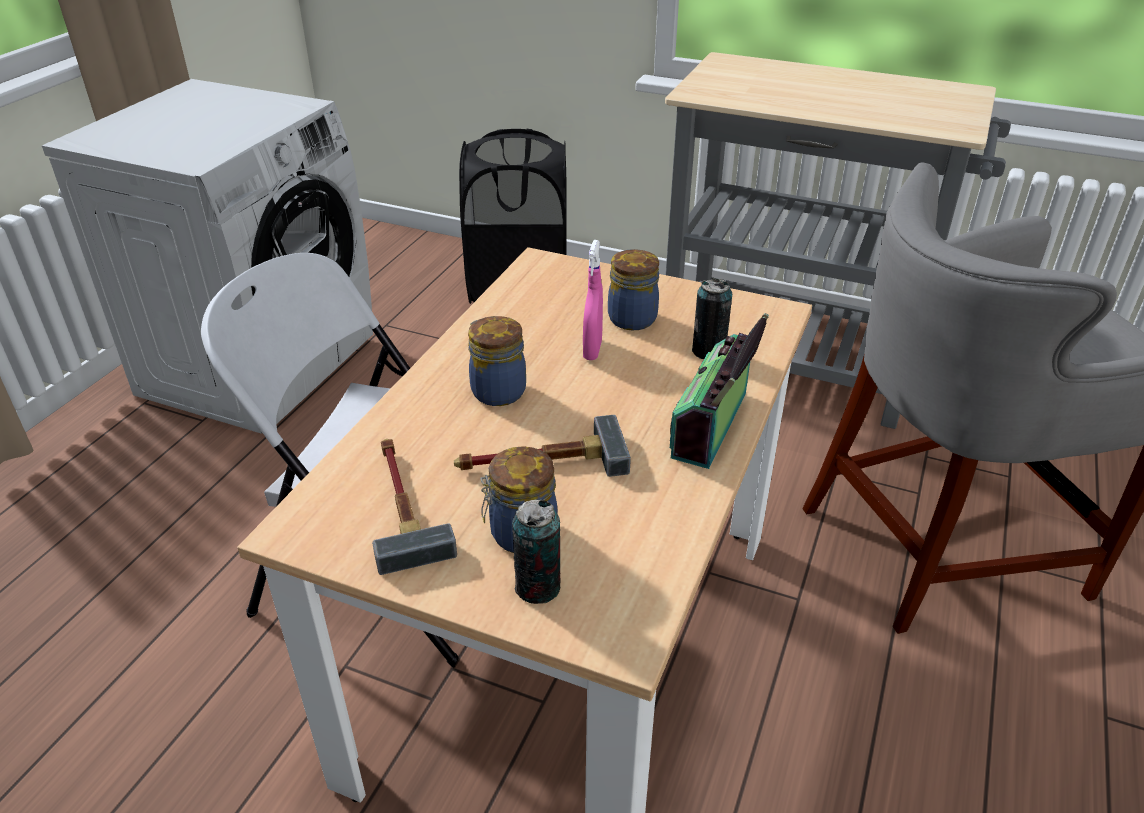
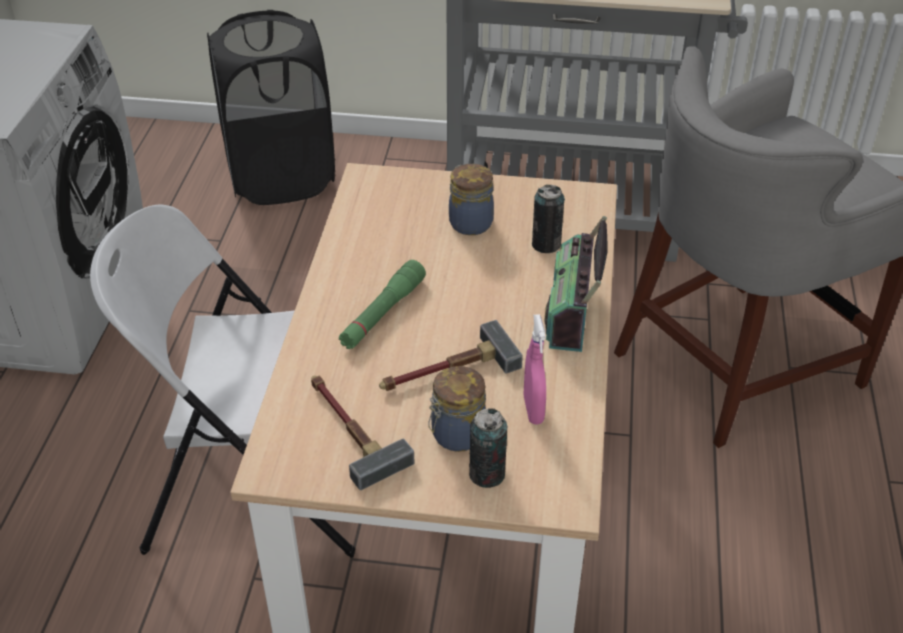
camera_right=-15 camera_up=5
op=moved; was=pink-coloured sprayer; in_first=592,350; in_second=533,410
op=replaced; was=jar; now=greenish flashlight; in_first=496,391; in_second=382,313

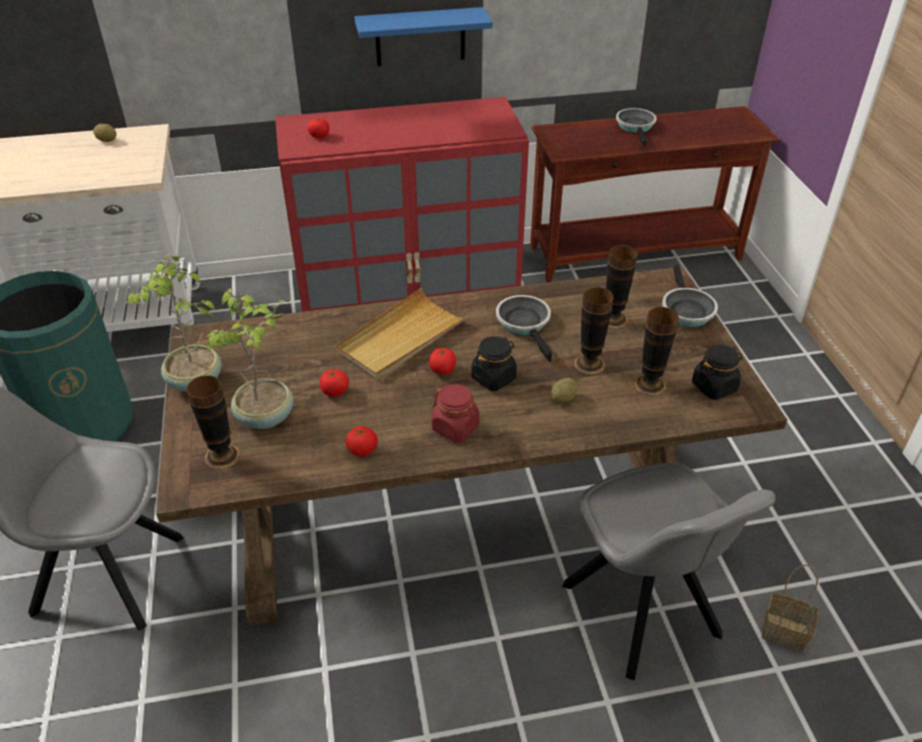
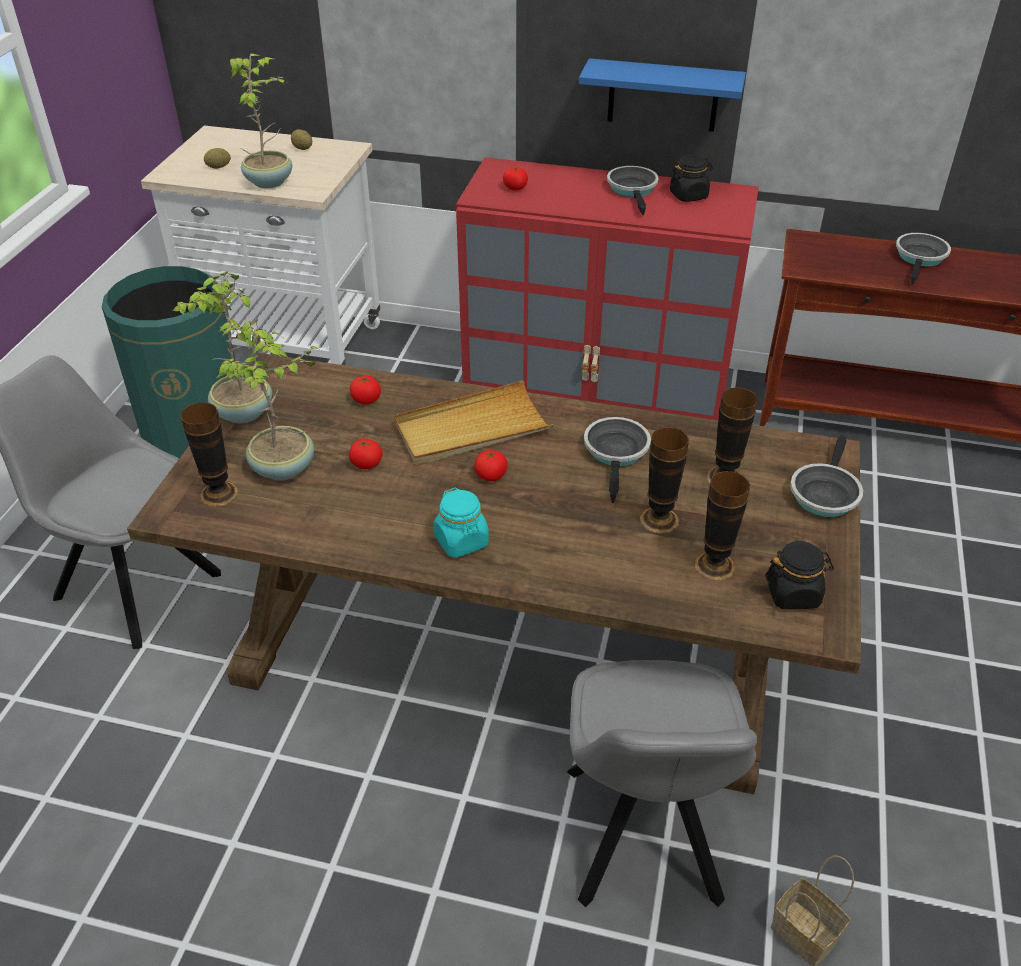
camera_right=25 camera_up=0
op=added; now=houseplant; in_second=270,181
op=added; now=pan; in_second=633,190
op=moved; was=fresh tomato; in_first=362,450; in_second=366,400
op=moved; was=black jar; in_first=493,378; in_second=689,195
op=moved; was=spud; in_first=563,398; in_second=218,167
op=recoloured; was=reddish jar; now=turquoise-coloured jar; in_first=455,428; in_second=461,541

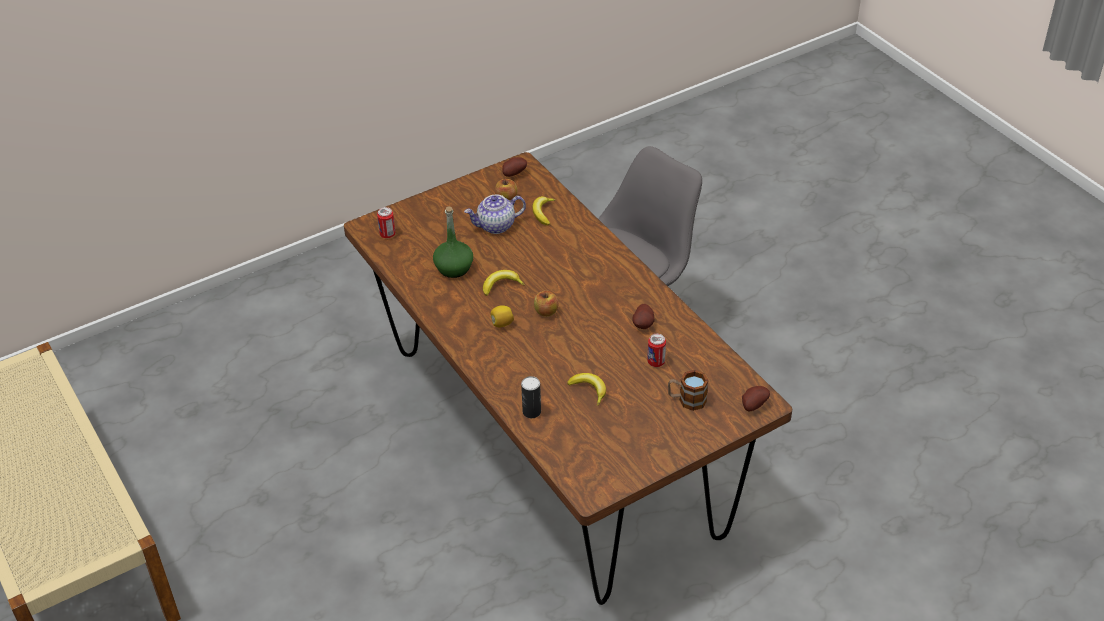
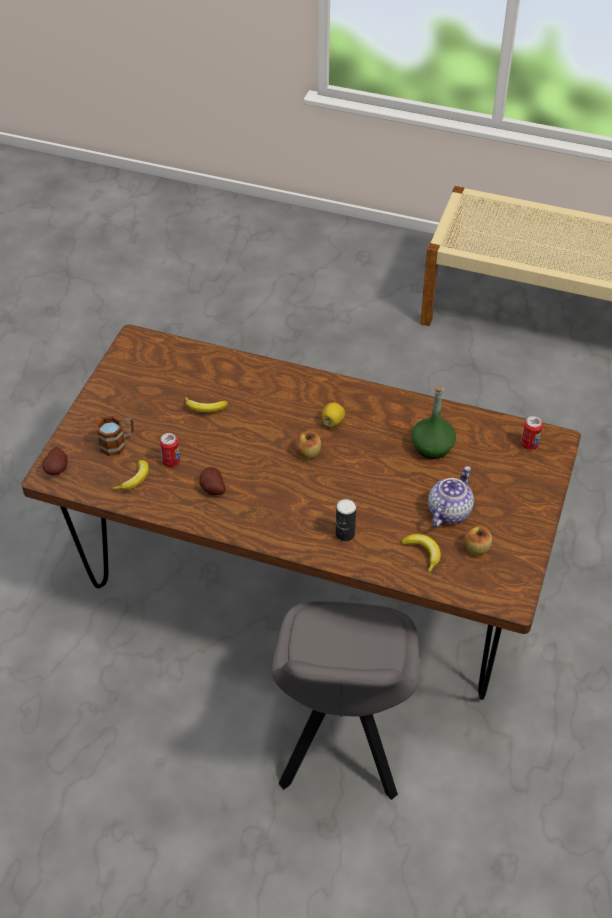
camera_right=140 camera_up=5
op=removed; was=spud; in_first=513,173
op=moved; was=banana; in_first=501,285; in_second=135,480
op=moved; was=can; in_first=531,412; in_second=345,534

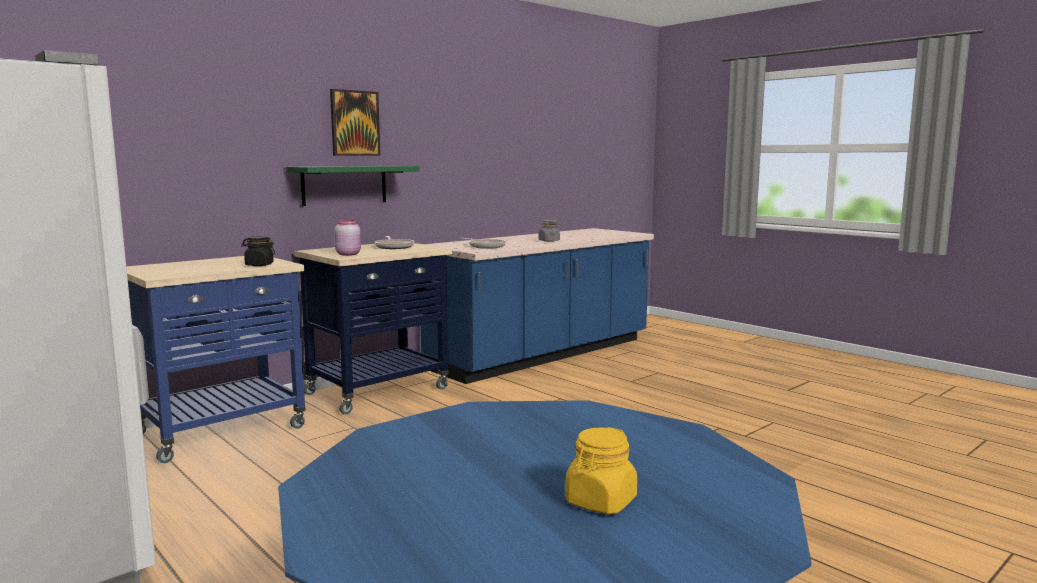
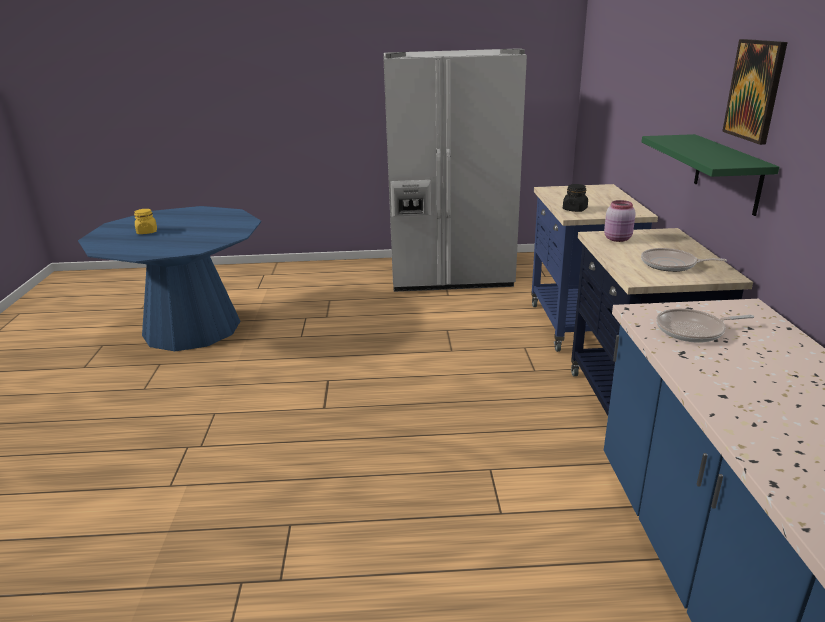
camera_right=130 camera_up=15
op=removed; was=greyish jar; in_first=549,241

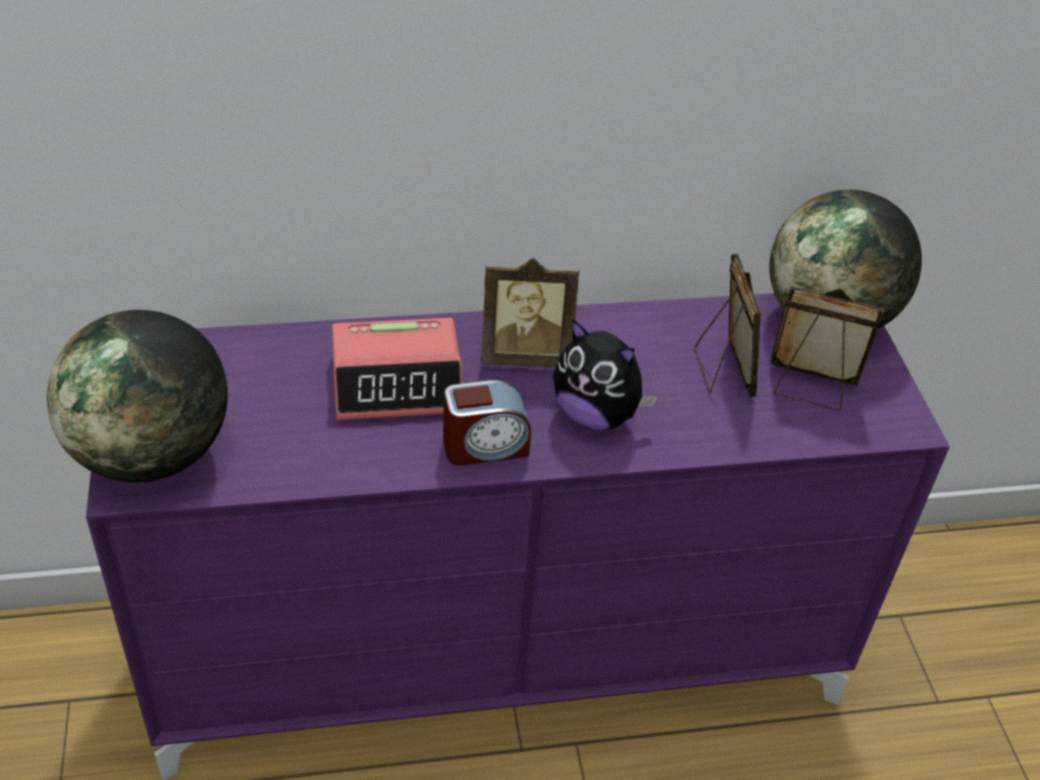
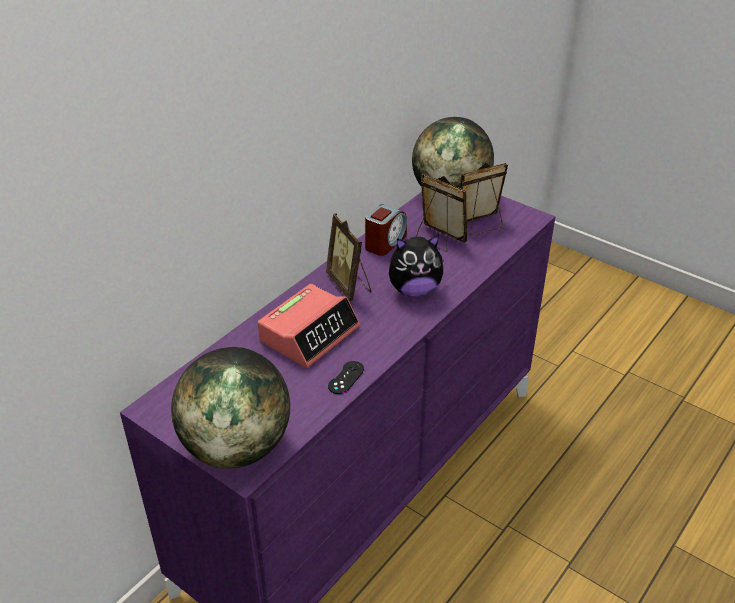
camera_right=-40 camera_up=-5
op=added; now=black joypad; in_second=346,377
op=moved; was=alarm clock; in_first=485,446; in_second=385,243
op=turned; was=standing frame; in_first=525,355; in_second=349,285; clockwise=105

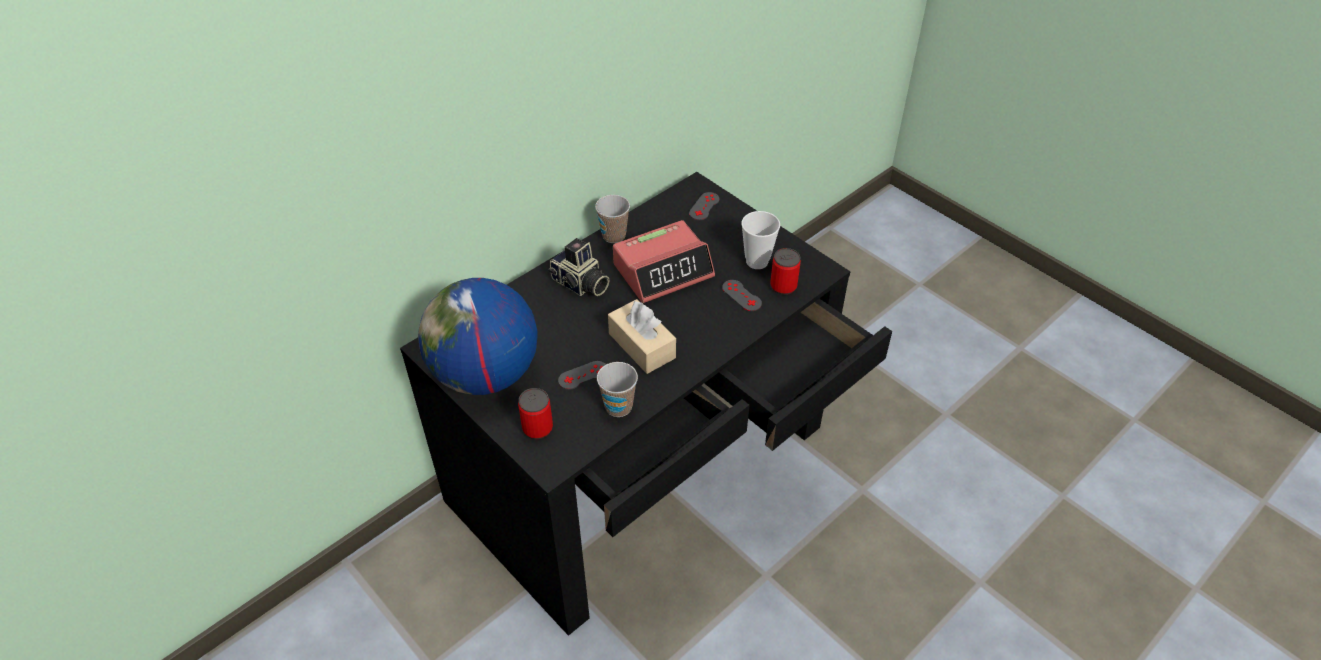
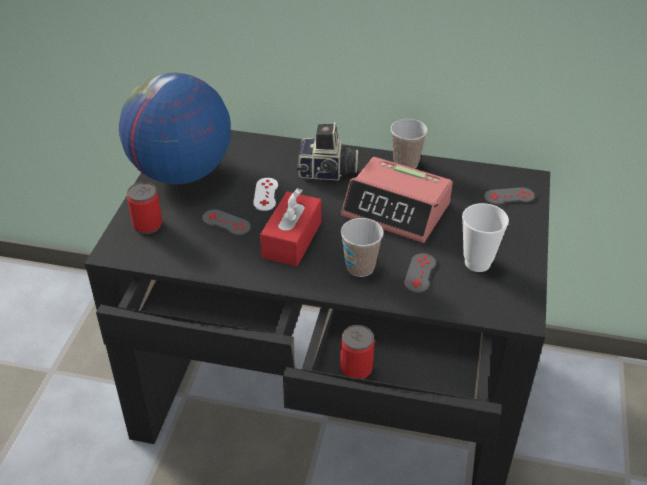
camera_right=55 camera_up=-5
op=added; now=white joypad; in_second=265,194
op=moved; was=drinking cup; in_first=618,407; in_second=360,267
op=moved; was=can; in_first=783,286; in_second=356,369
op=recoloured; was=beige tissue holder; now=reddish tissue holder; in_first=642,346; in_second=292,239
op=turned; was=photo camera; in_first=580,284; in_second=327,172; clockwise=-90

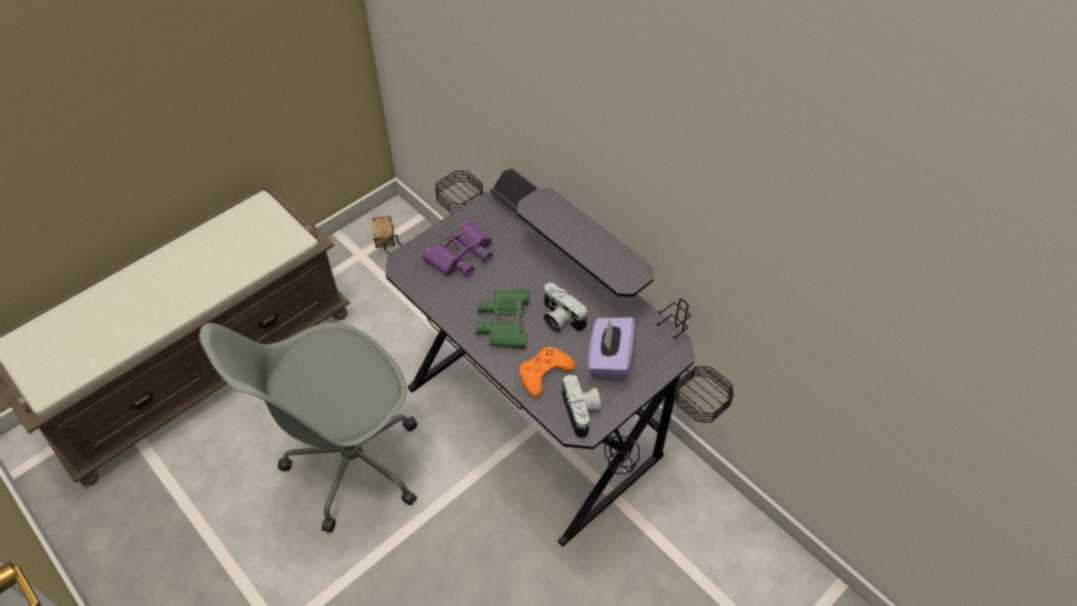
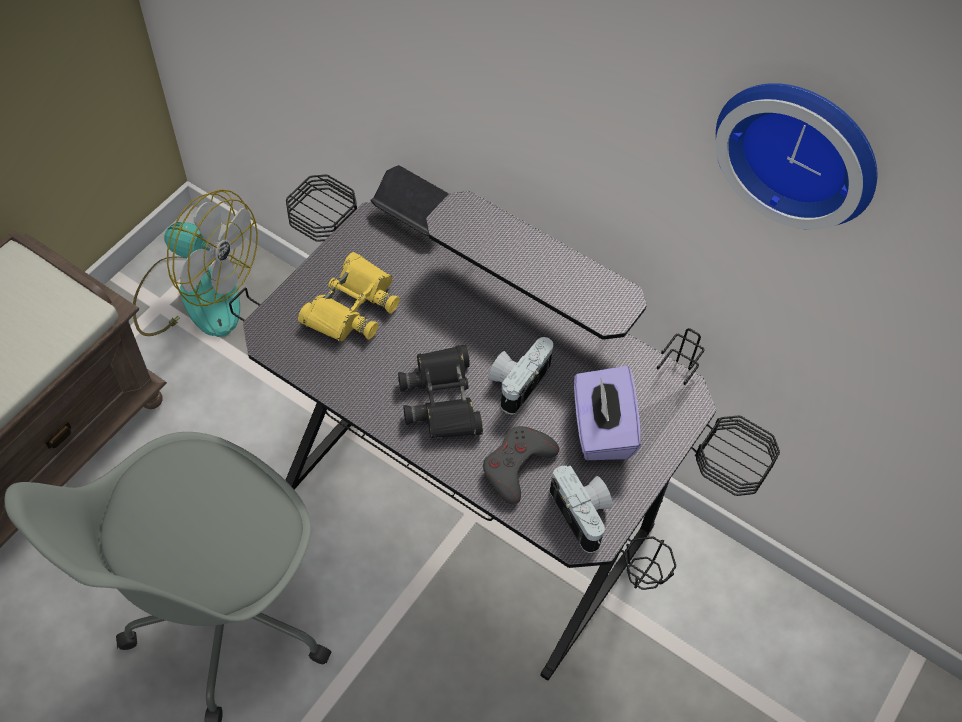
camera_right=-15 camera_up=5
op=added; now=clock on the wall; in_second=801,148
op=replaced; was=storage bin; now=cooling fan; in_first=385,251; in_second=196,294
op=recoloured; was=purplish pair of binoculars; now=yellow-coloured pair of binoculars; in_first=461,255; in_second=352,306
op=recoloured; was=greenish pair of binoculars; now=black pair of binoculars; in_first=505,322; in_second=442,399
op=recoloured; was=orange-coloured joypad; now=greyish joypad; in_first=544,373; in_second=517,466
op=turned; was=photo camera; in_first=559,319; in_second=517,380; clockwise=90

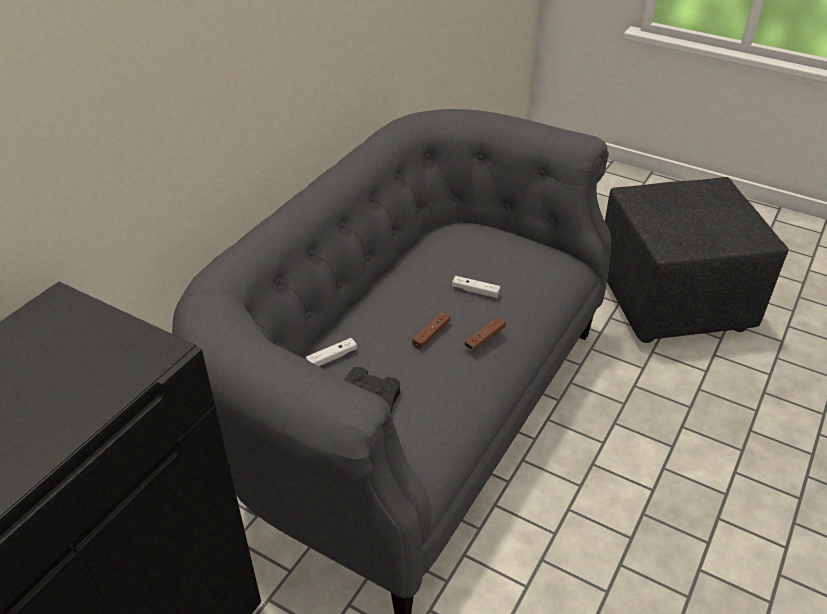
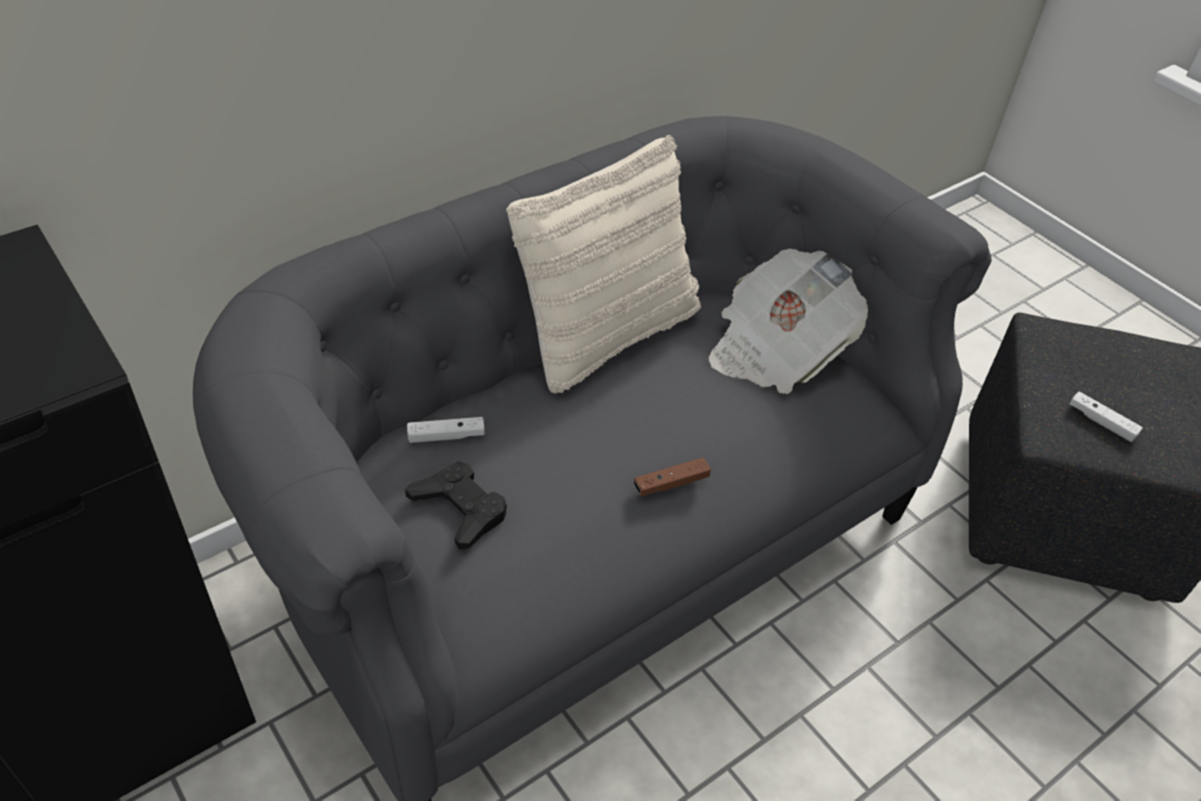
camera_right=20 camera_up=5
op=removed; was=brownish joypad; in_first=431,335
op=added; now=beige throw pillow; in_second=606,337
op=added; now=newspaper; in_second=776,349
op=moved; was=white joypad; in_first=475,291; in_second=1101,422

